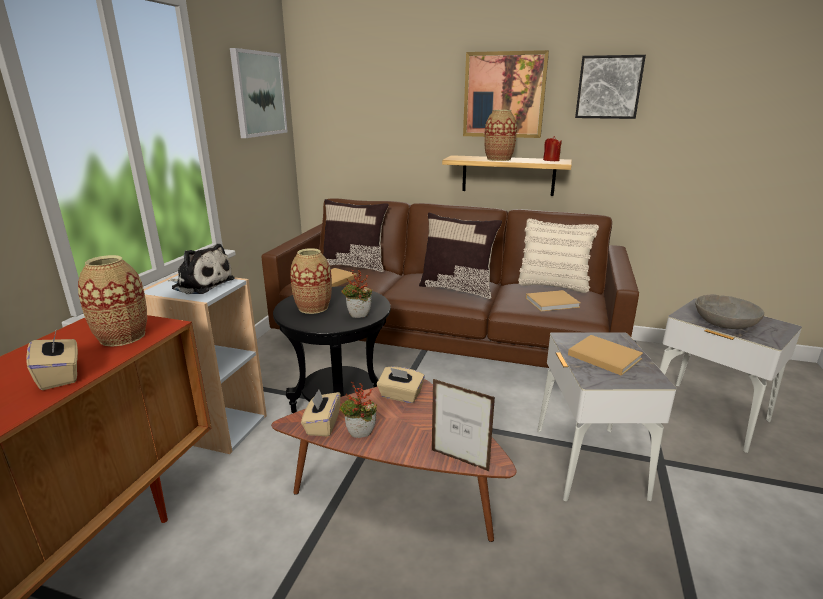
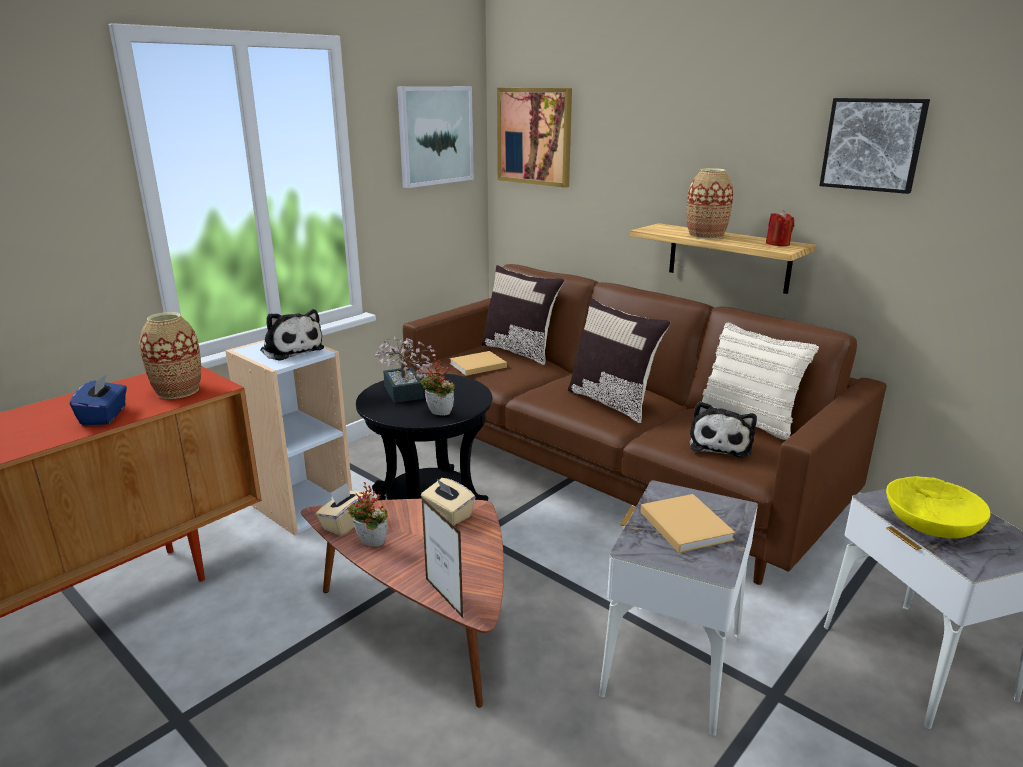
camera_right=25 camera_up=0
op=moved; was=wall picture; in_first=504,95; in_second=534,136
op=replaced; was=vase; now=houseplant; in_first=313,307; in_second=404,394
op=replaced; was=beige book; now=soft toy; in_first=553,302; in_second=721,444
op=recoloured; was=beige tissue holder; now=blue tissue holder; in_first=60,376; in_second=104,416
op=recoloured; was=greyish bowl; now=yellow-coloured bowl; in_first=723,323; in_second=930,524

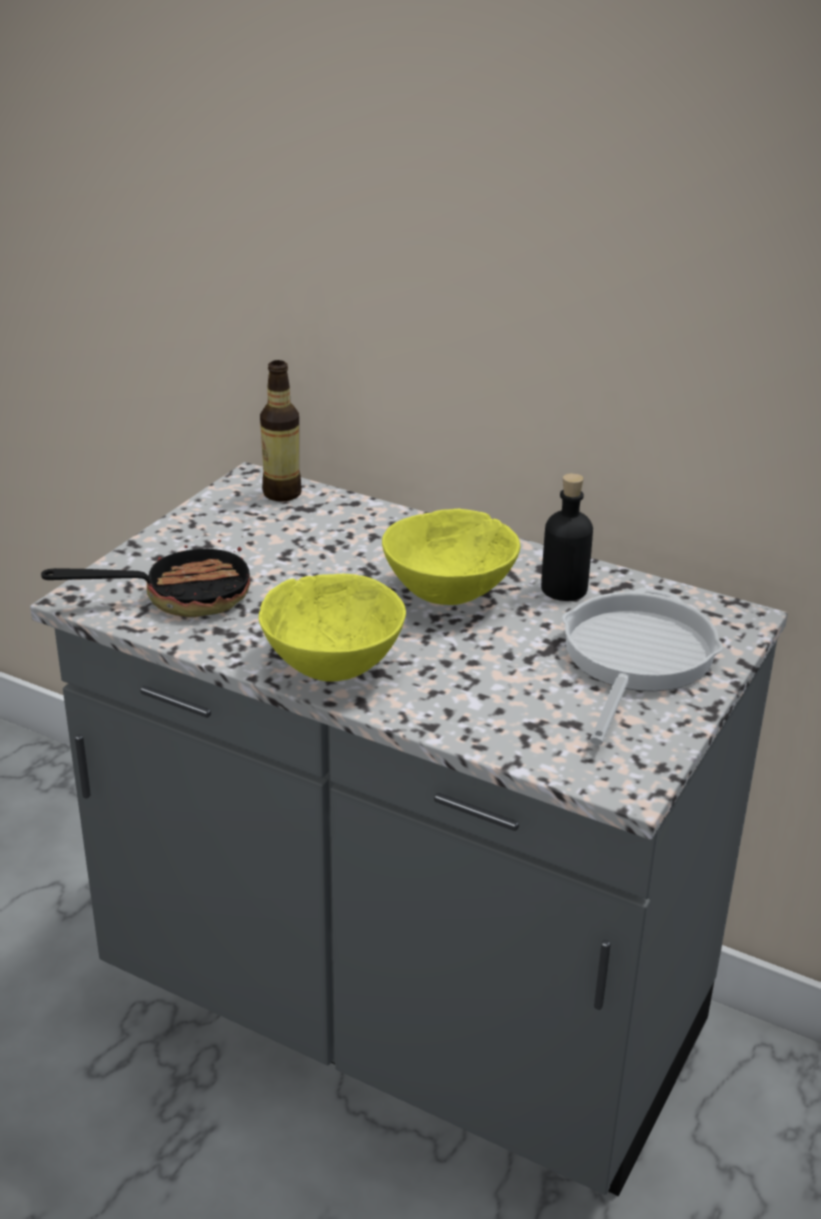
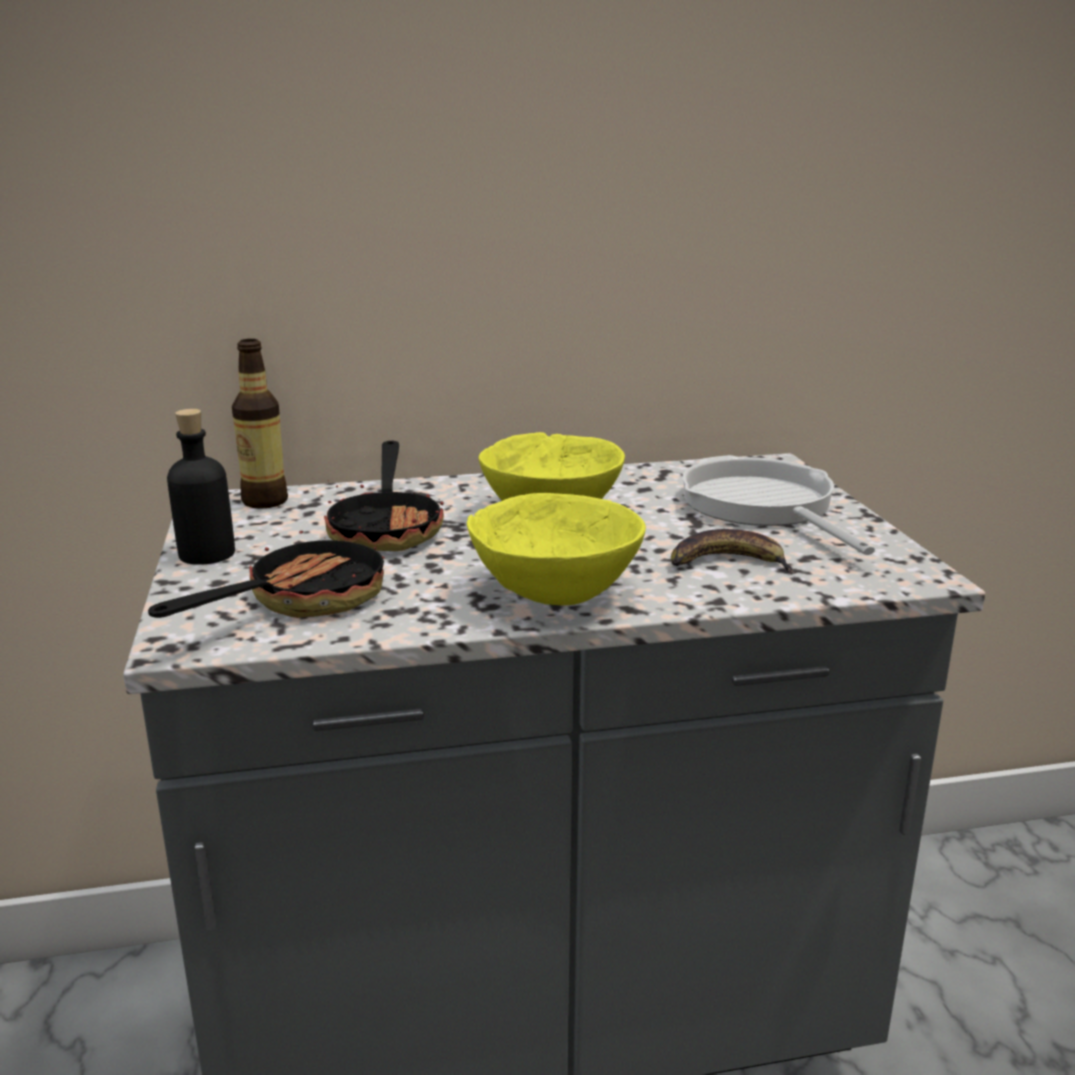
camera_right=-40 camera_up=-10
op=added; now=pan; in_second=387,528
op=added; now=banana; in_second=727,563
op=moved; was=black bottle; in_first=564,589; in_second=206,554

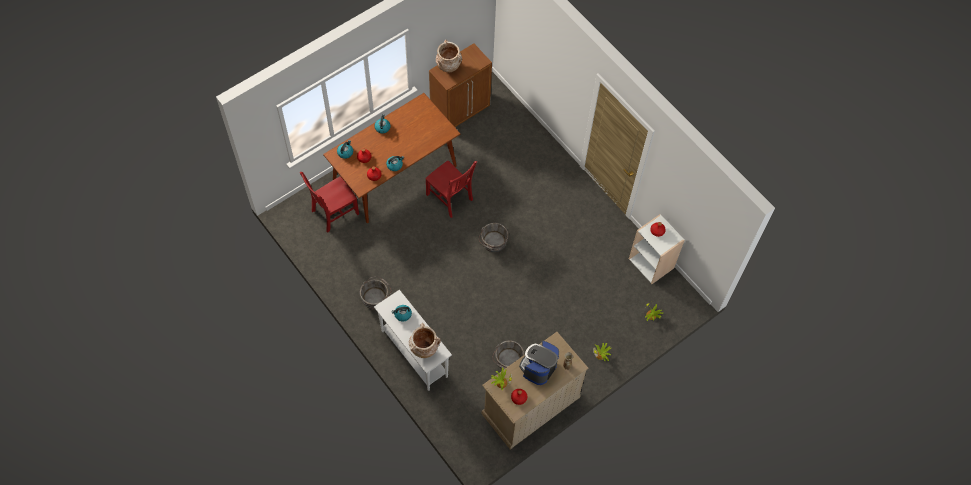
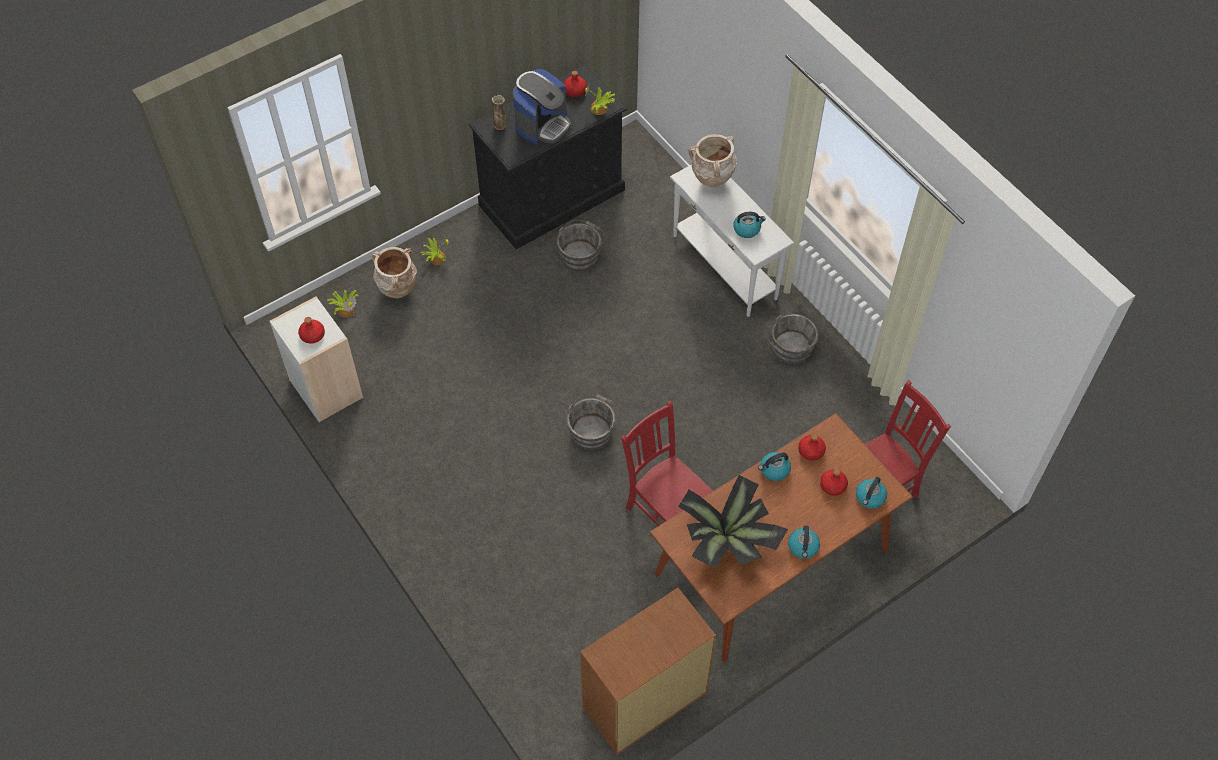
camera_right=-175 camera_up=-5
op=added; now=houseplant; in_second=728,542
op=moved; was=beige vase; in_first=449,68; in_second=397,290
op=recoloured; was=beige chest of drawers; now=black chest of drawers; in_first=530,405; in_second=552,197

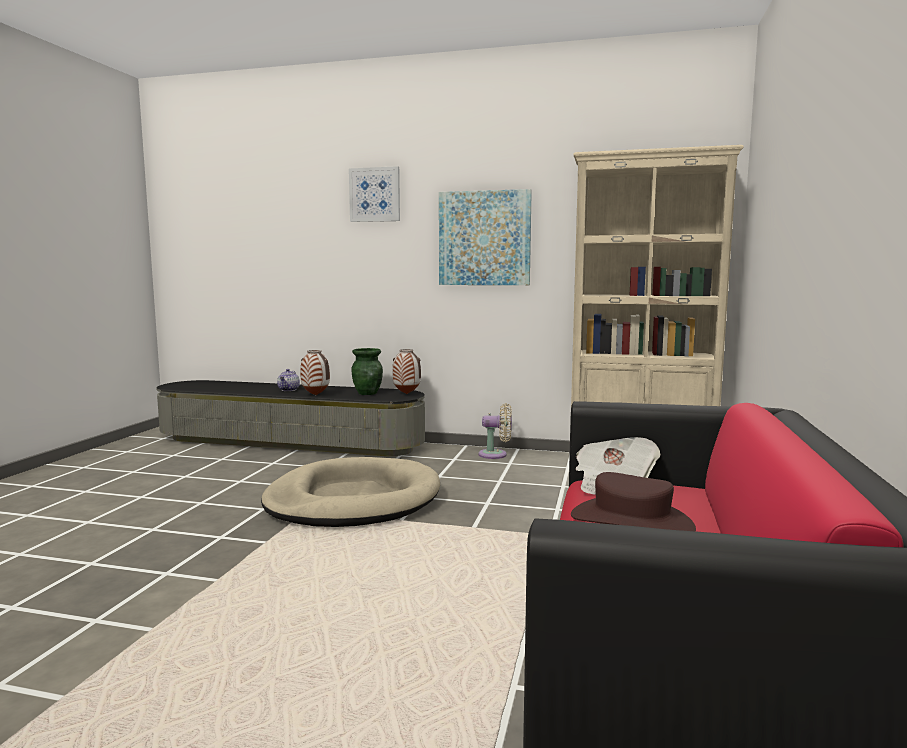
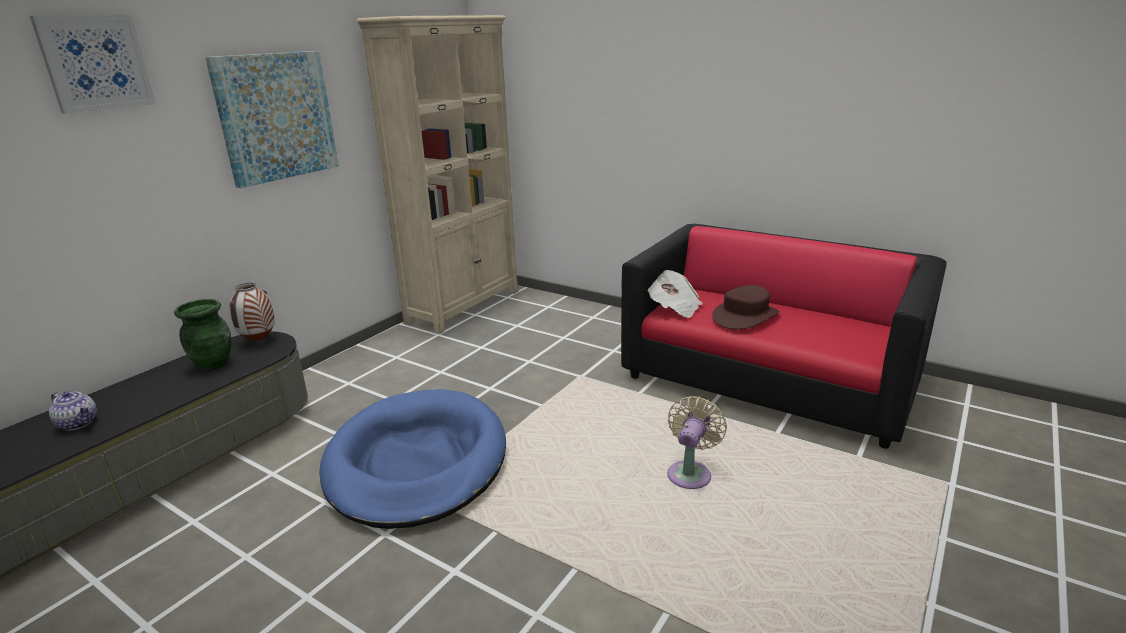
camera_right=-70 camera_up=15
op=removed; was=vase; in_first=316,395
op=moved; was=beige cooling fan; in_first=496,455; in_second=690,473
op=recoloured; was=beige dog bed; now=blue dog bed; in_first=353,500; in_second=417,462

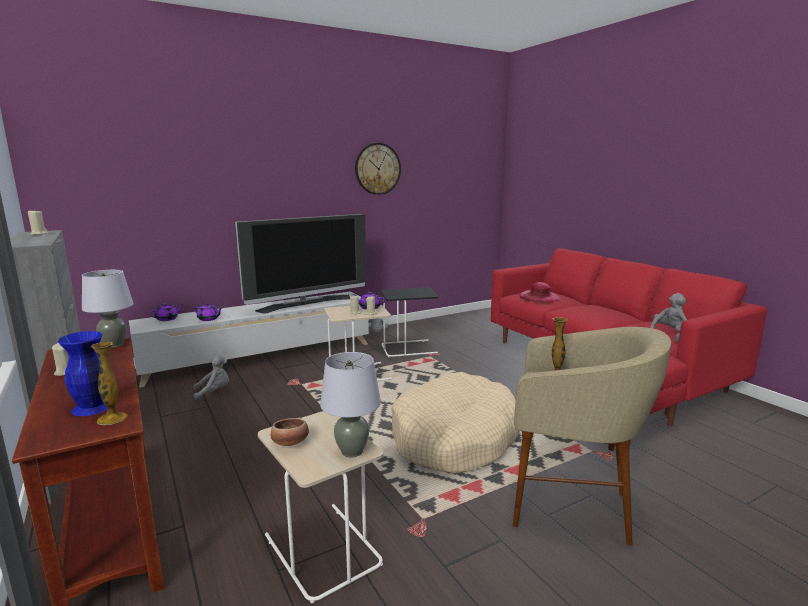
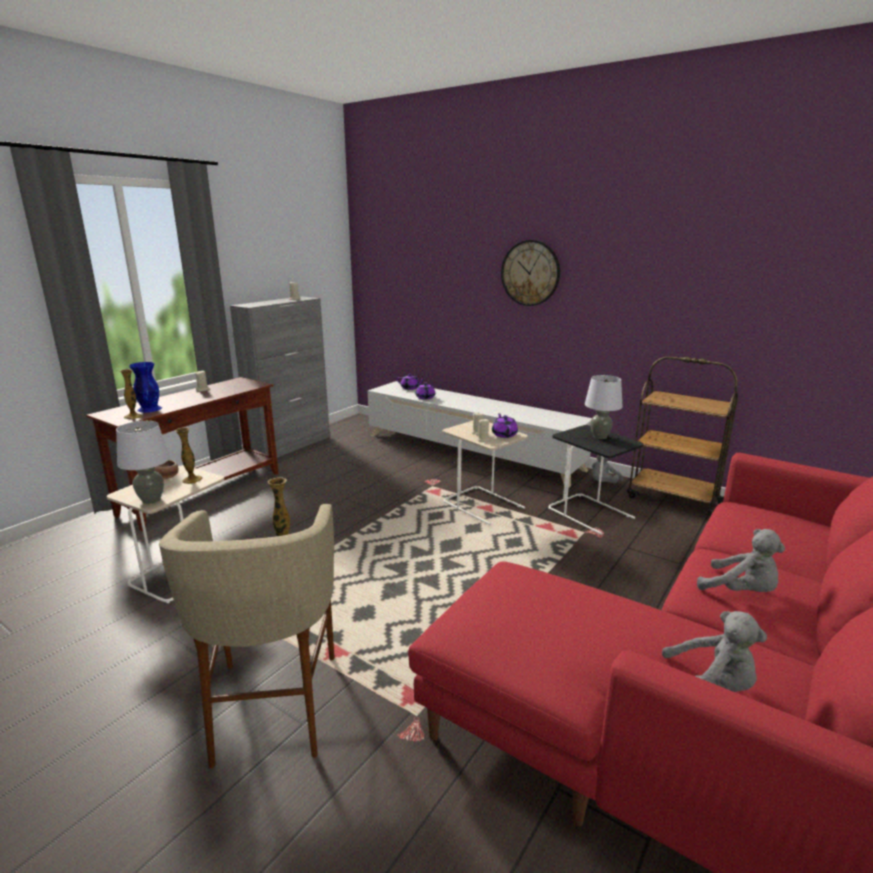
camera_right=65 camera_up=5
op=removed; was=TV set; in_first=306,303
op=removed; was=beige dog bed; in_first=454,438
op=removed; was=pink-coloured wearable hat; in_first=539,297
op=added; now=vase; in_second=192,479
op=added; now=brownish trolley; in_second=673,500
op=moved; was=greyish table lamp; in_first=114,345; in_second=599,436
op=moved; was=greyish soft toy; in_first=214,392; in_second=741,591
op=moved; was=clock on the wall; in_first=377,169; in_second=530,273

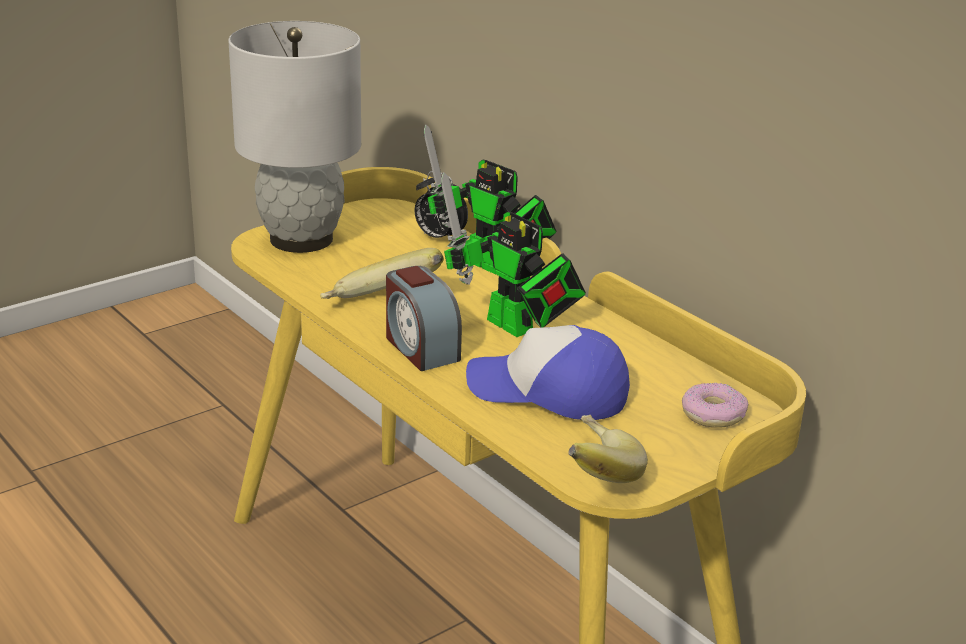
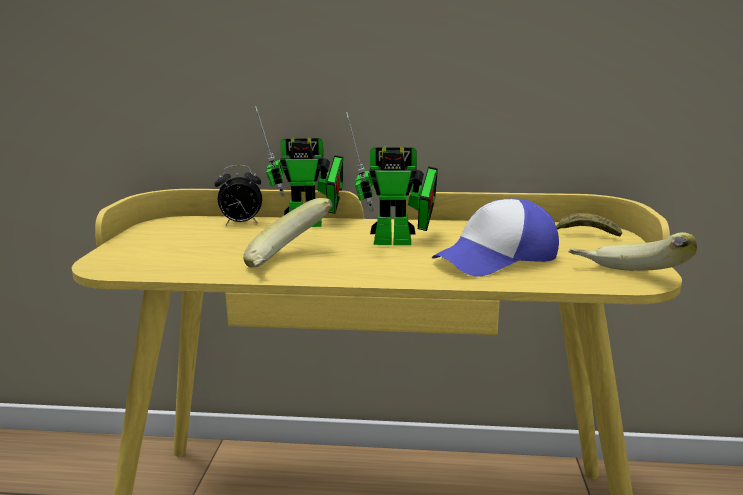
camera_right=-45 camera_up=-10
op=removed; was=white table lamp; in_first=302,239
op=removed; was=alarm clock; in_first=420,348
op=replaced; was=doughnut; now=banana; in_first=712,414; in_second=583,235

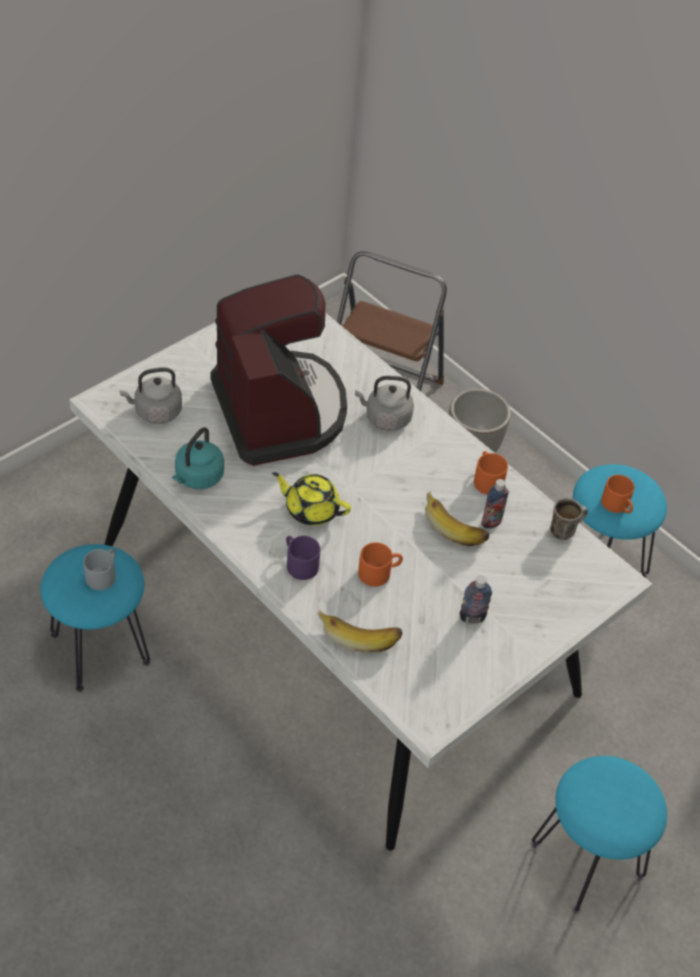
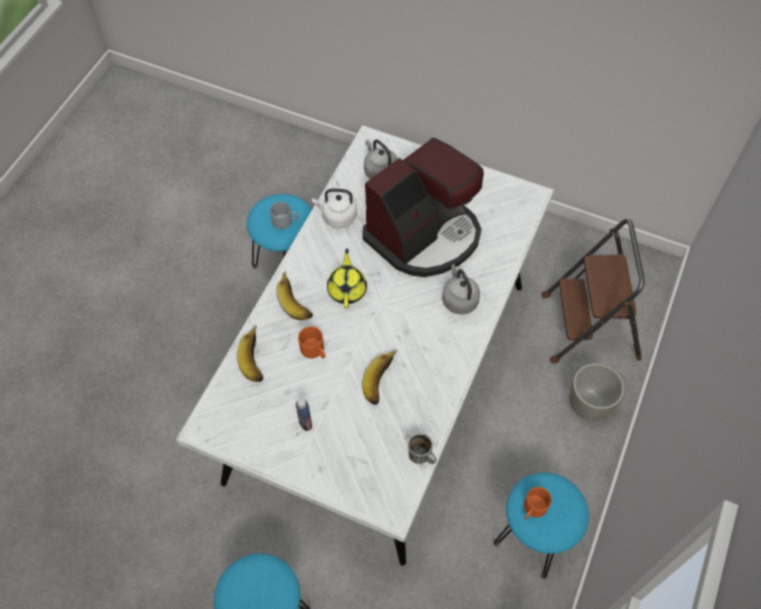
camera_right=70 camera_up=10
op=removed; was=orange-coloured mug; in_first=486,479
op=removed; was=bottle; in_first=491,522
op=replaced; was=purplish mug; now=banana; in_first=298,563; in_second=297,301
op=recoloured; was=turquoise-coloured tea kettle; now=white tea kettle; in_first=197,477; in_second=337,217

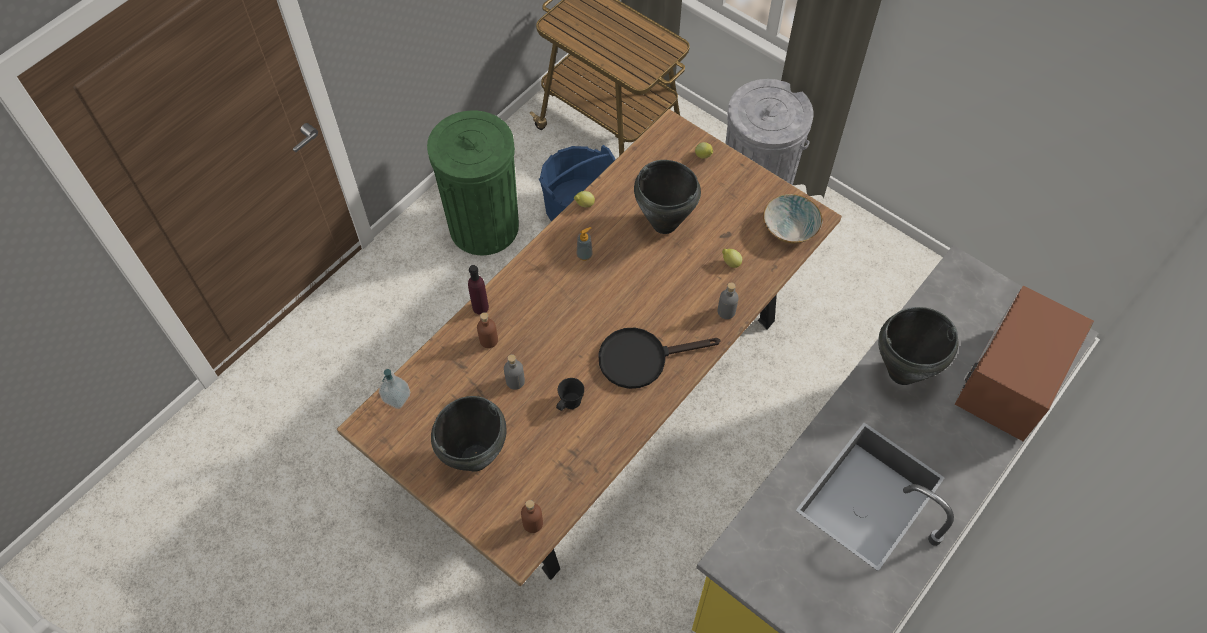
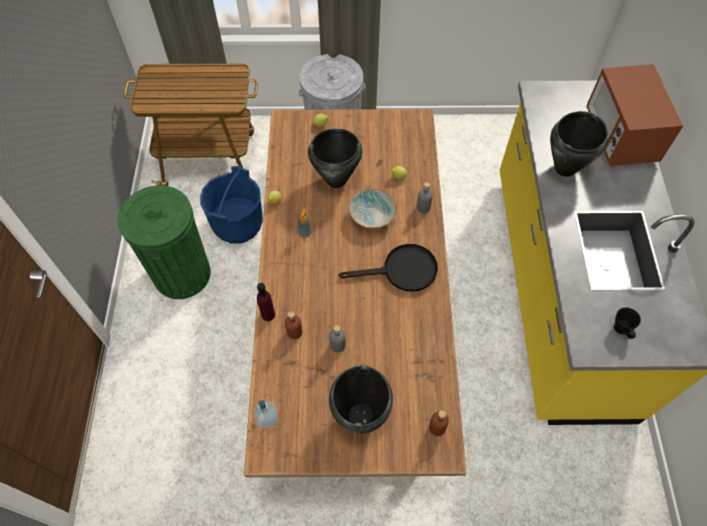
camera_right=-40 camera_up=0
op=moved; was=black mug; in_first=570,402; in_second=621,329
op=moved; was=bowl; in_first=790,228; in_second=373,216
op=turned; was=black pan; in_first=642,358; in_second=402,271; clockwise=-135

